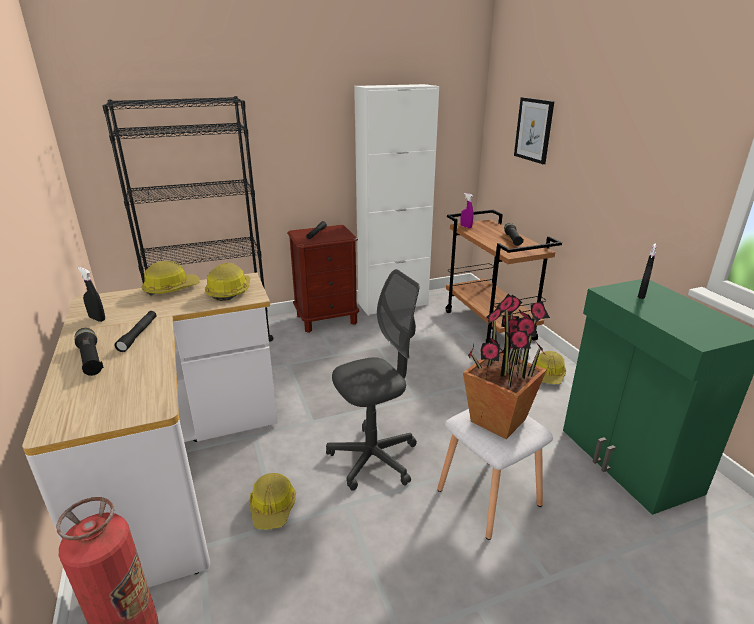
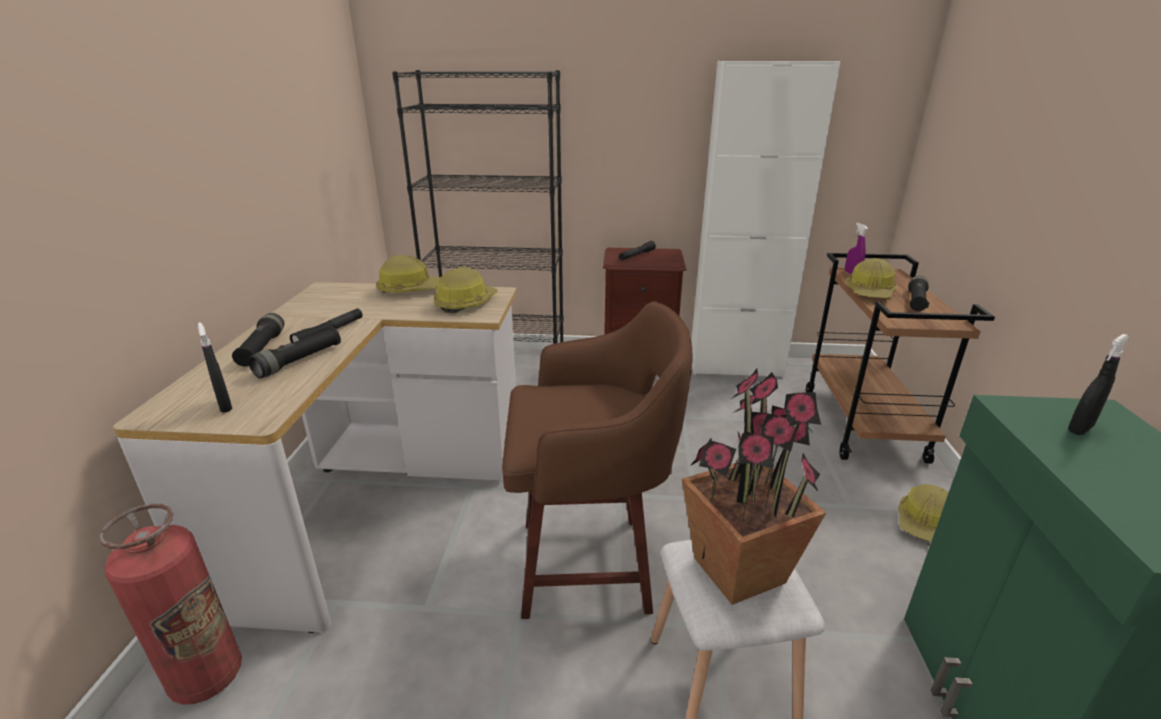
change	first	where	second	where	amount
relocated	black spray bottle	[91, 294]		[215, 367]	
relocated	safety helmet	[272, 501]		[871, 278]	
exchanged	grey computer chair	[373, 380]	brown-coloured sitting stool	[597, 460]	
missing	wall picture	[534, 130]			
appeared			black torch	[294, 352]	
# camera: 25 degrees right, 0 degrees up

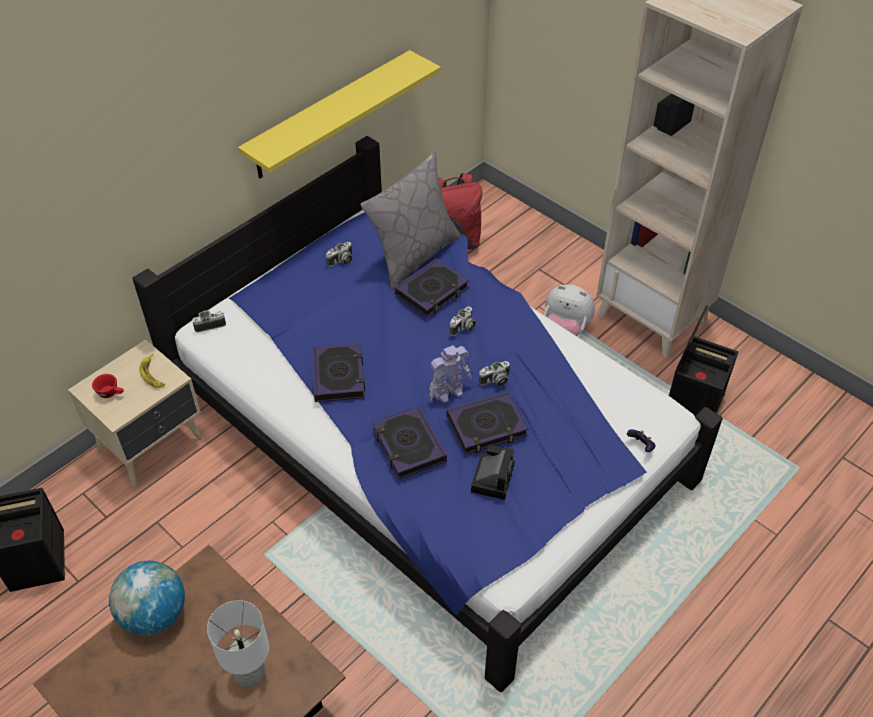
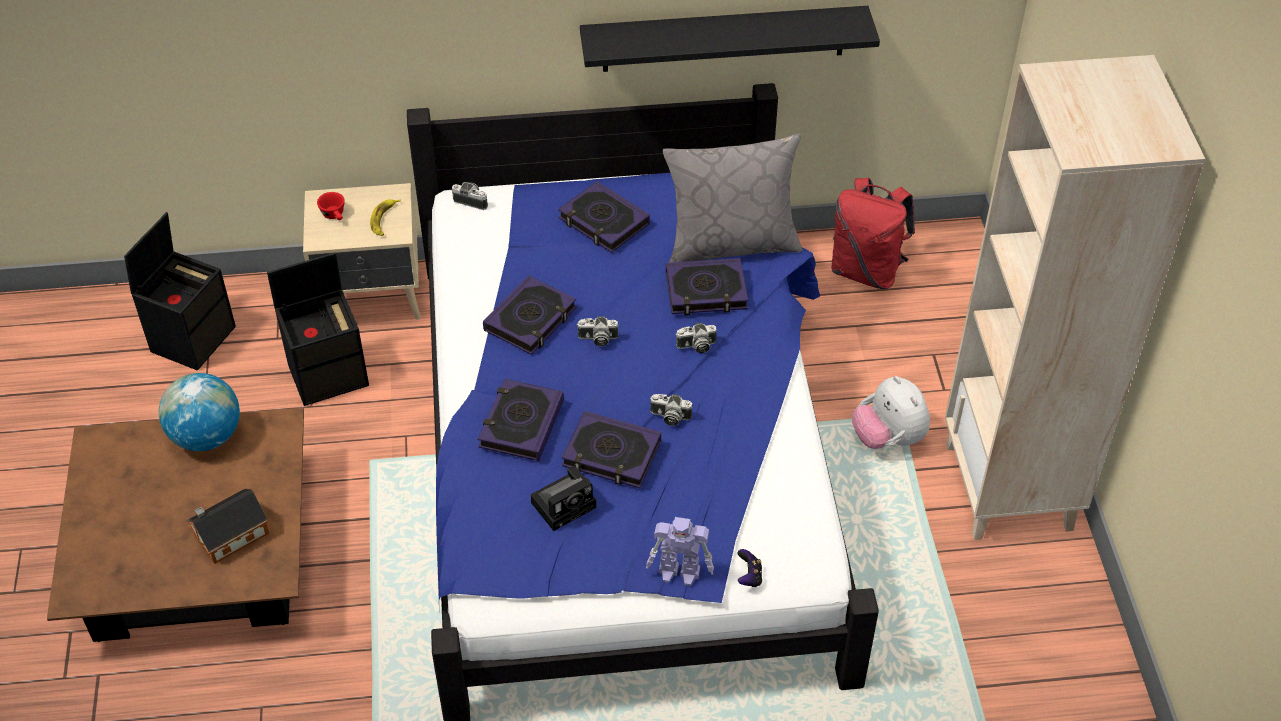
change	first	where	second	where	amount
exchanged	whitish lamp for a table	[238, 643]	miniature house	[227, 526]	
colour	yellow-coloured bracket shelf	[339, 114]	black bracket shelf	[730, 39]	
relocated	still camera	[339, 254]		[597, 331]	
relocated	model robot	[450, 374]		[680, 551]	
relocated	black storage box	[703, 360]		[318, 329]	
appeared			book	[604, 217]	
# camera: 40 degrees right, 0 degrees up

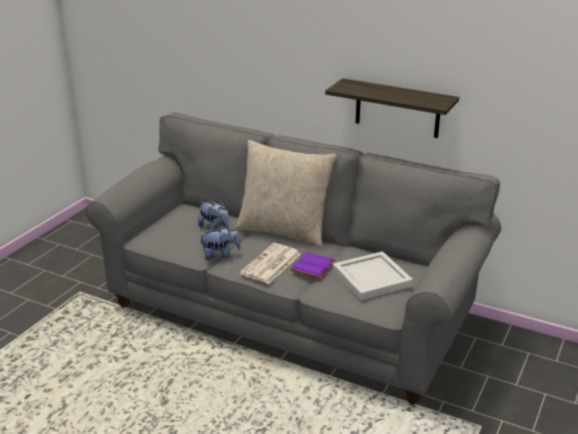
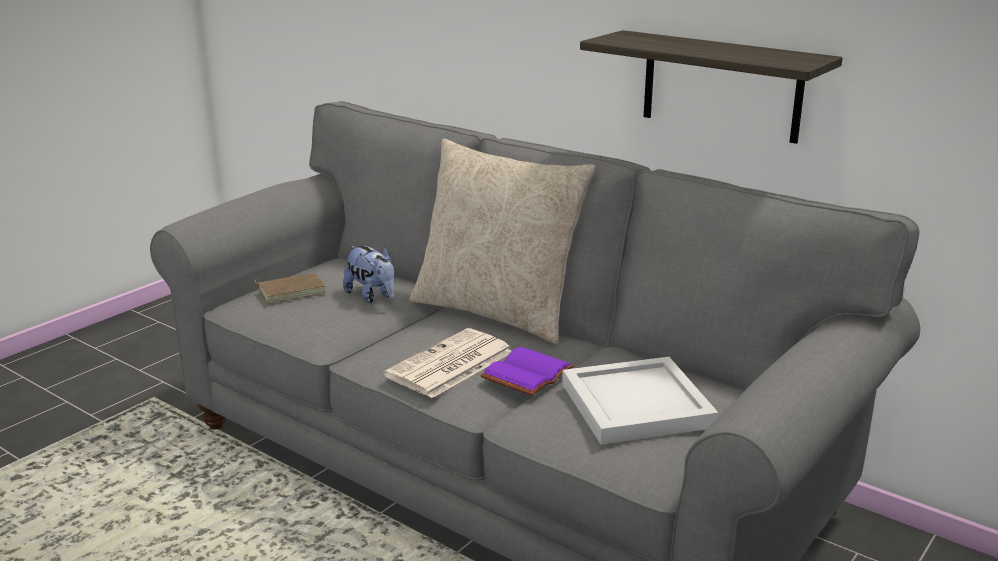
change	first	where	second	where	amount
missing	plush toy	[219, 242]			
appeared			brown-coloured book	[290, 288]	
# camera: 10 degrees right, 5 degrees down

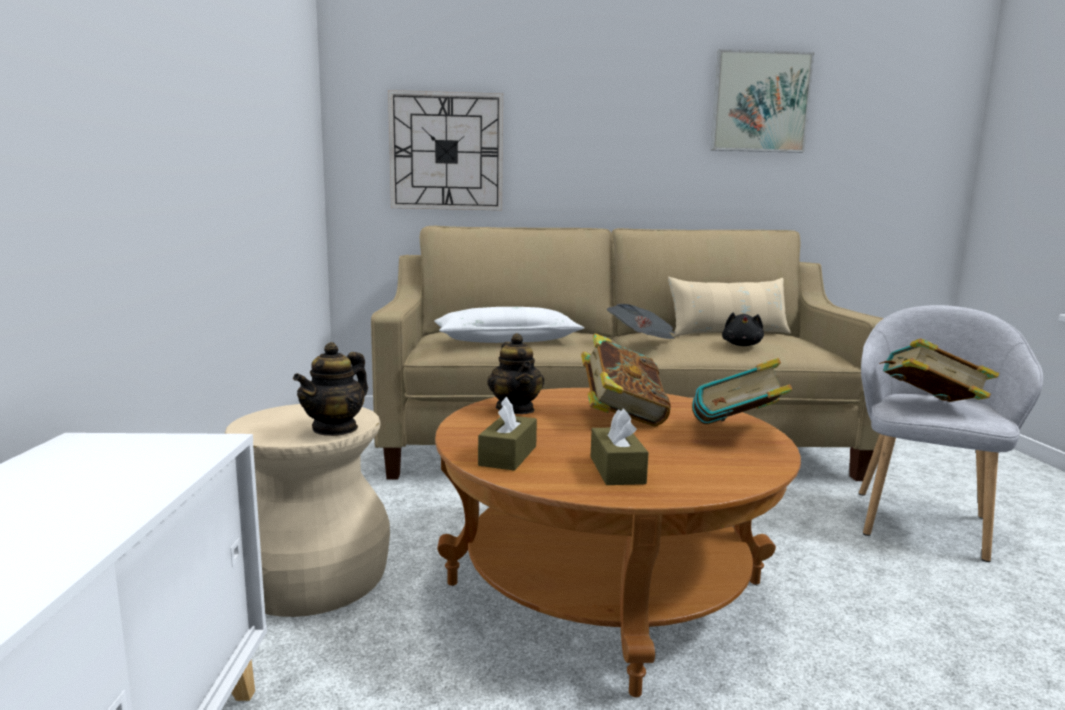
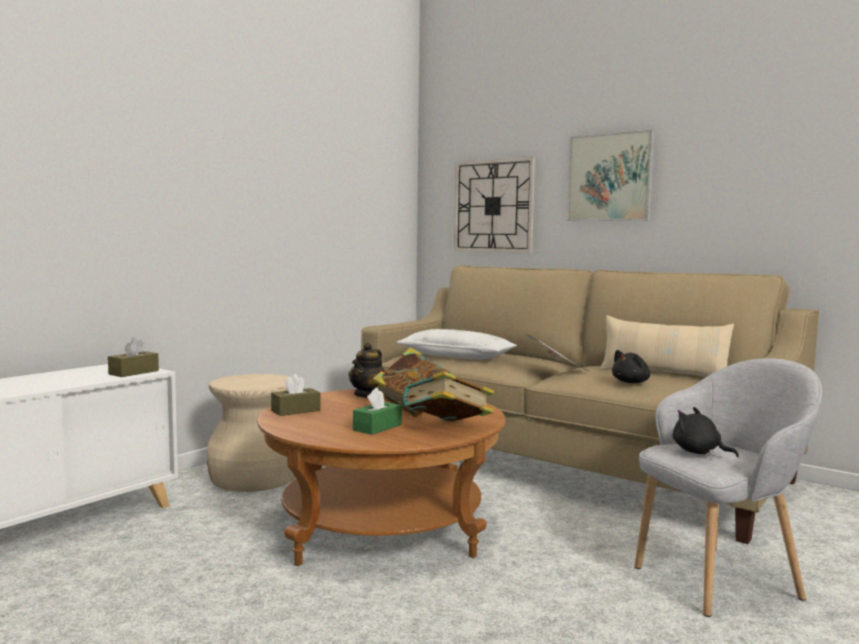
change	first	where	second	where	amount
missing	pot for tea	[330, 389]			
relocated	brown-coloured box of tissues	[619, 447]		[133, 357]	
relocated	wall picture	[762, 101]		[610, 175]	
exchanged	book	[939, 370]	black plush toy	[706, 432]	
appeared			green box of tissues	[377, 411]	
# camera: 40 degrees right, 5 degrees down

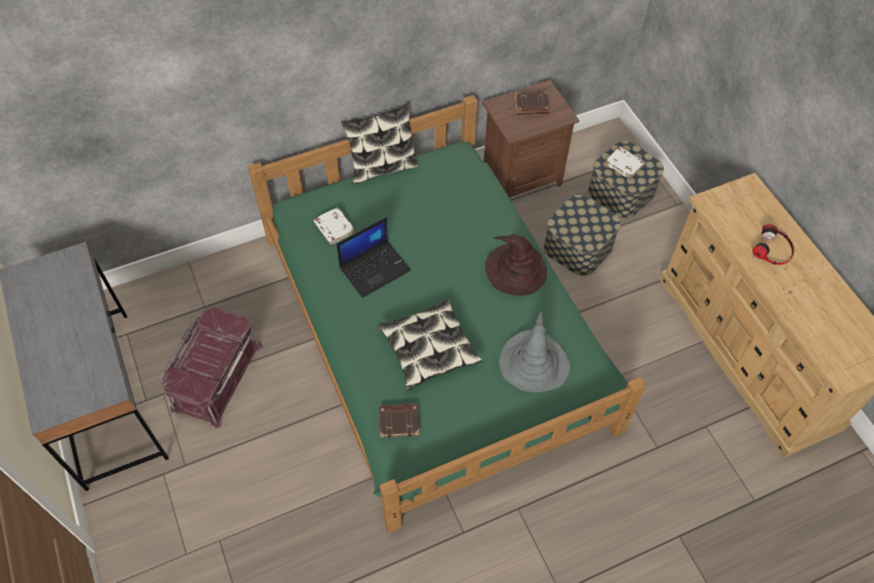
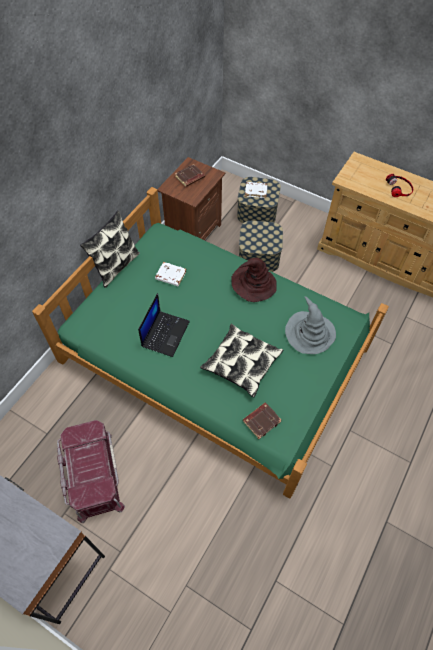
change	first	where	second	where	amount
relocated	whitish book	[334, 225]		[171, 274]	
# camera: 35 degrees left, 0 degrees up

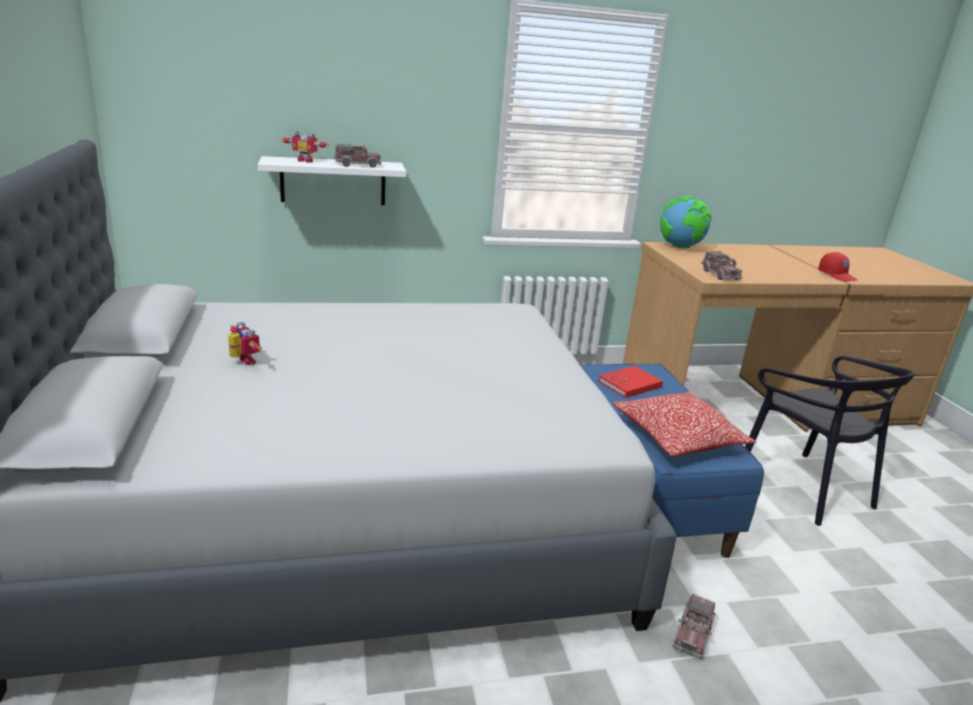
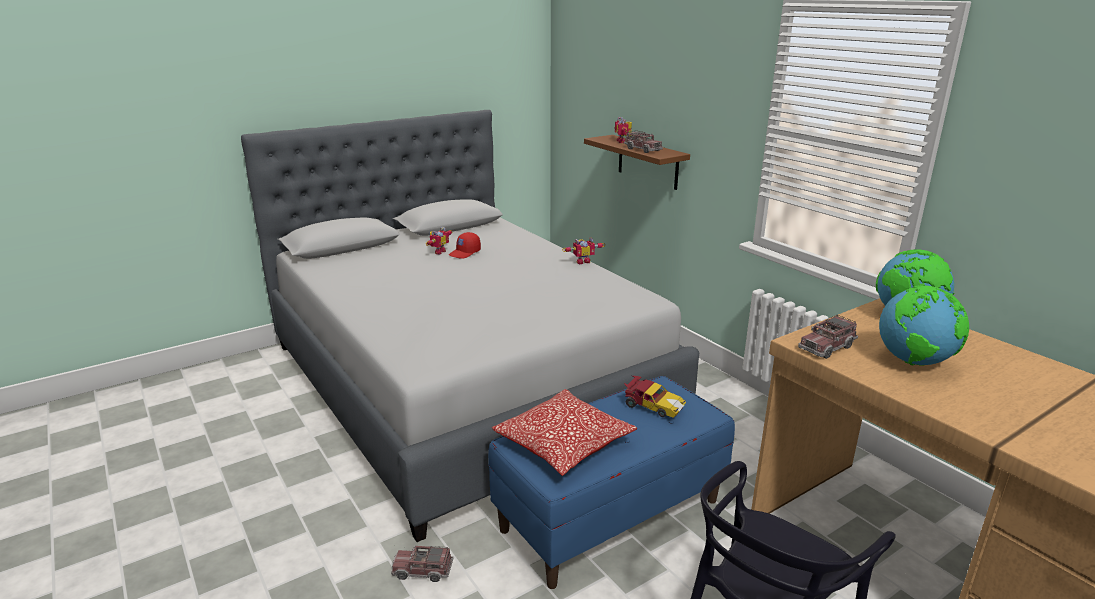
change	first	where	second	where	amount
colour	whitish bracket shelf	[332, 180]	brown-coloured bracket shelf	[637, 162]	
exchanged	reddish book	[630, 382]	toy car	[655, 397]	
relocated	reddish cap	[838, 266]		[465, 245]	
appeared			model robot	[583, 250]	
appeared			world globe	[924, 325]	
# camera: 70 degrees right, 0 degrees up

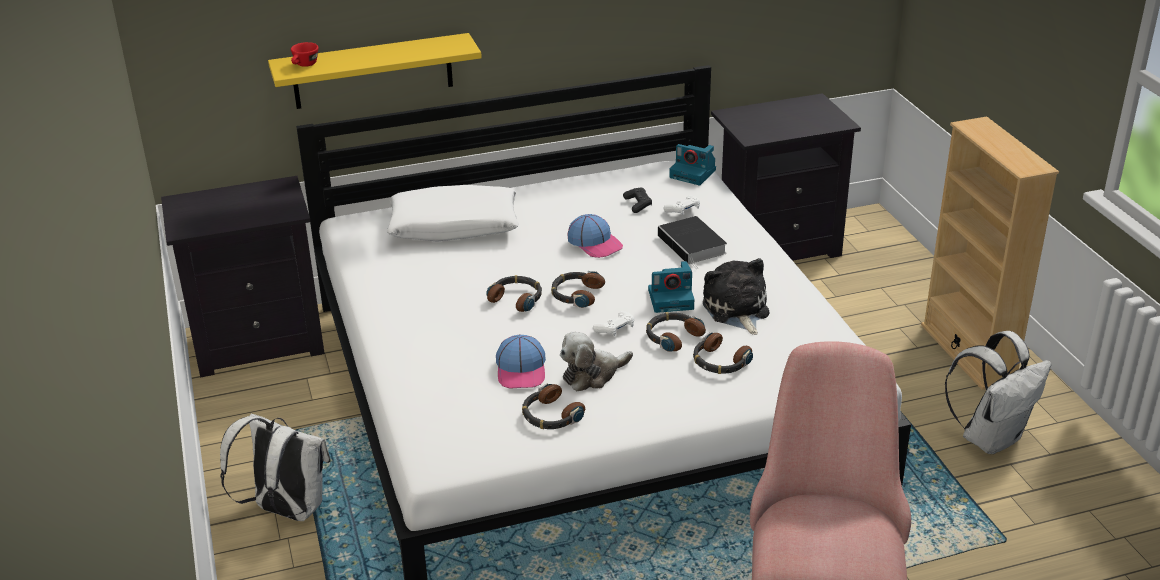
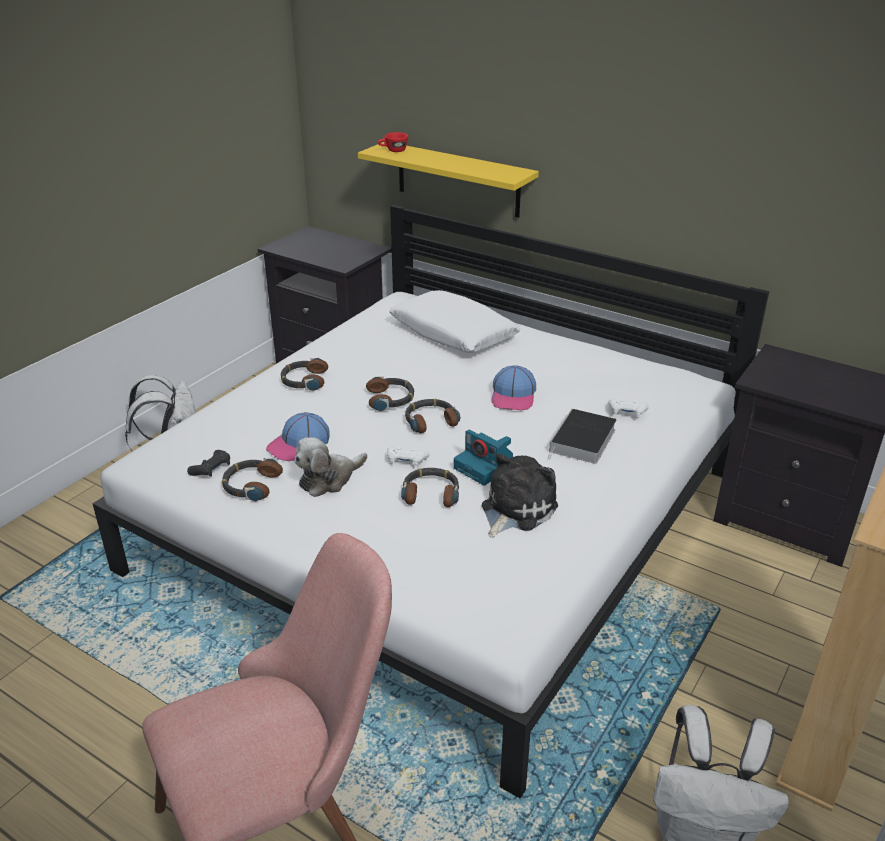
change	first	where	second	where	amount
spun	plush toy	[596, 361]		[330, 467]	60 degrees counterclockwise
relocated	black game controller	[637, 200]		[208, 463]	
missing	still camera	[692, 164]			
relocated	headset	[723, 353]		[304, 374]	
# camera: 50 degrees right, 0 degrees up

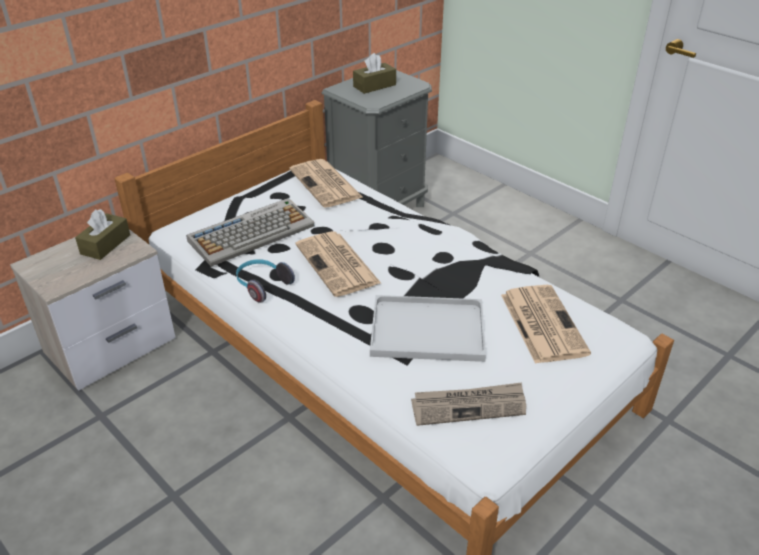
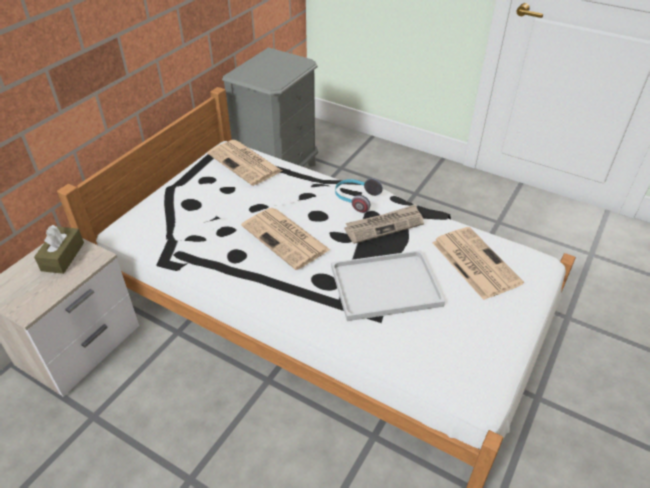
change	first	where	second	where	amount
missing	computer keyboard	[250, 232]			
relocated	headset	[265, 281]		[359, 195]	
missing	brown-coloured box of tissues	[374, 73]			
relocated	newspaper	[468, 404]		[384, 224]	
# camera: 15 degrees left, 5 degrees up

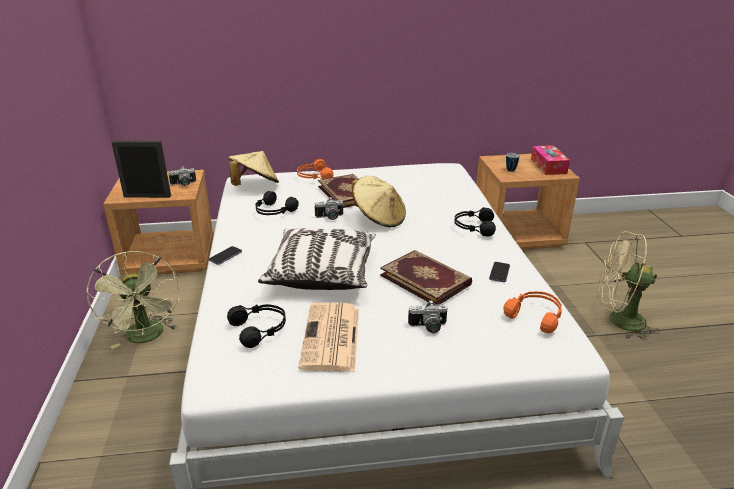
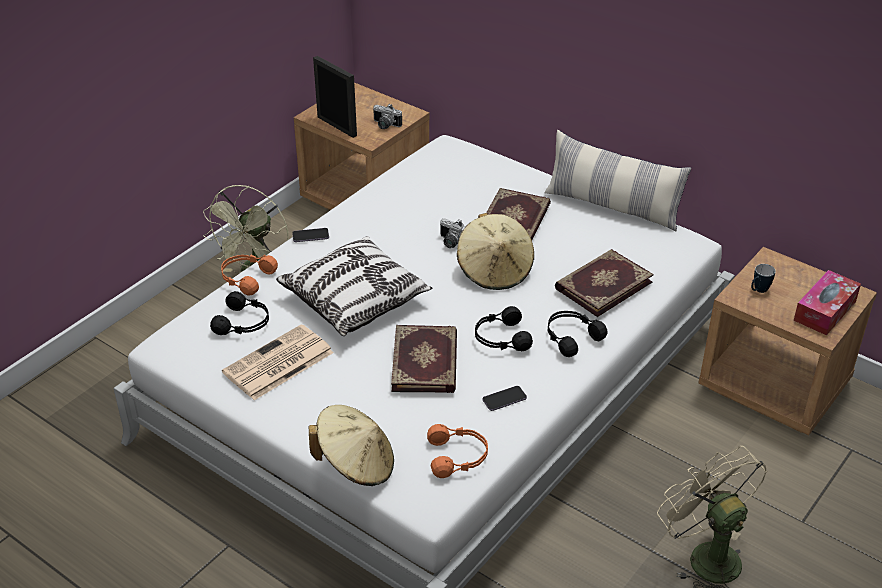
change	first	where	second	where	amount
relocated	beige-coloured wearable hat	[253, 168]		[351, 445]	
relocated	black headset	[277, 203]		[504, 328]	
relocated	orangey headset	[315, 169]		[249, 275]	
missing	still camera	[428, 316]			
appeared			pillow	[617, 180]	
appeared			book	[604, 283]	
# camera: 45 degrees right, 10 degrees up

